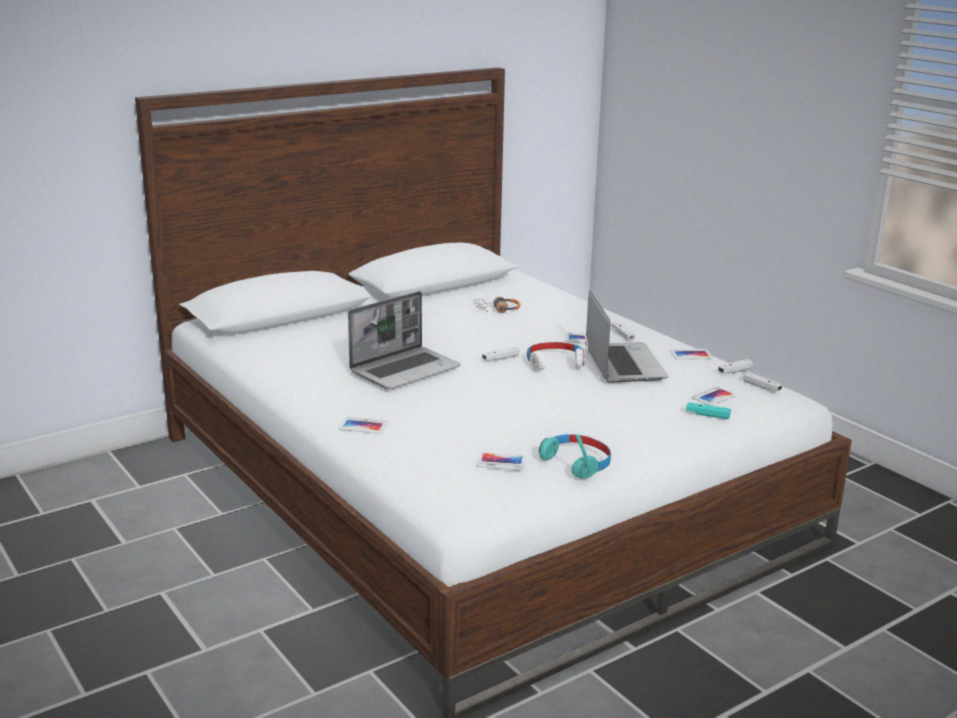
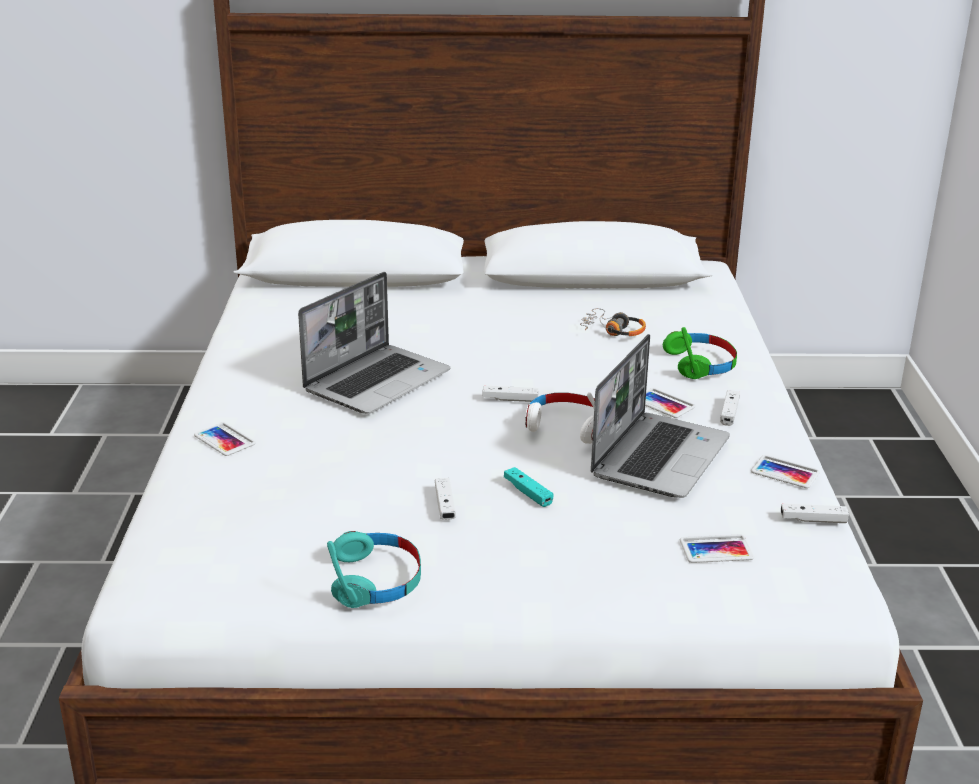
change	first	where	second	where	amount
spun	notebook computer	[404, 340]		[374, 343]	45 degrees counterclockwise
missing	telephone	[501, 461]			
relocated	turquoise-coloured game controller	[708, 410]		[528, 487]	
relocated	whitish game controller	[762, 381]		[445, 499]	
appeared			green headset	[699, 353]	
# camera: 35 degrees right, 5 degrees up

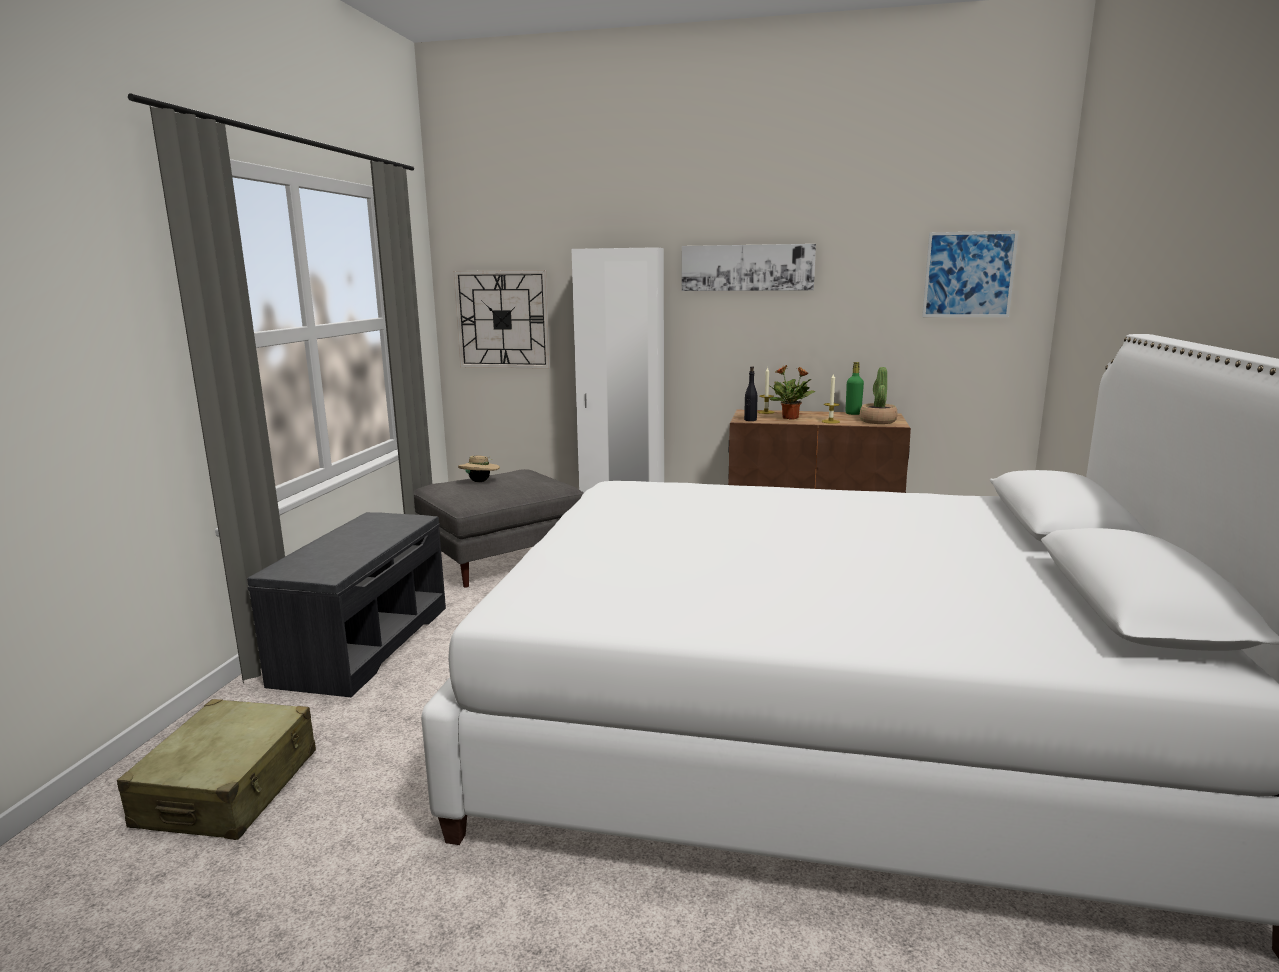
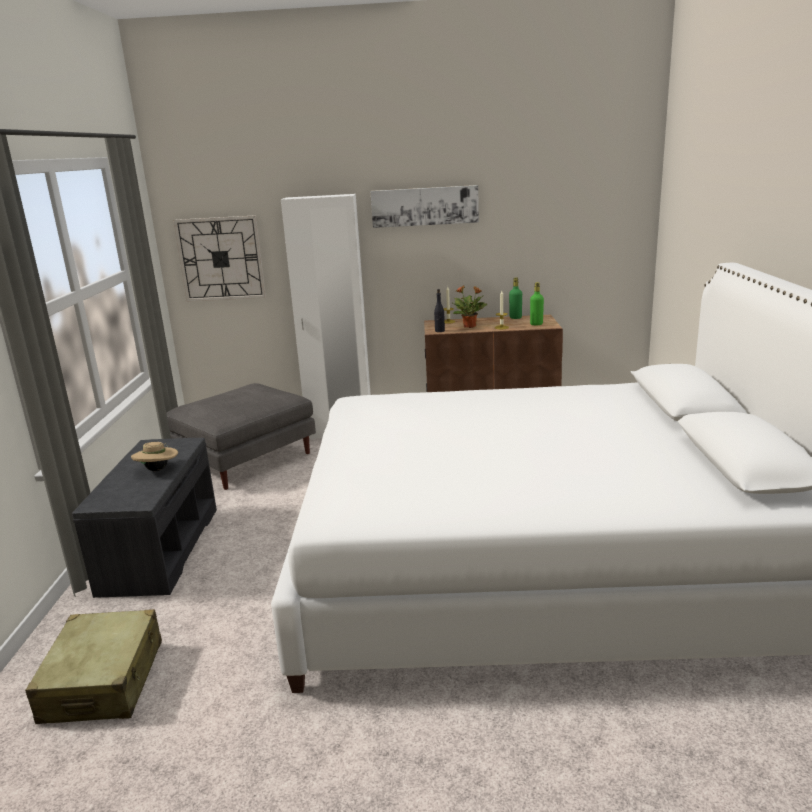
change	first	where	second	where	amount
relocated	beige-coloured wearable hat	[479, 469]		[154, 456]	
exchanged	houseplant	[879, 395]	green bottle	[537, 303]	
missing	wall picture	[970, 274]			
# camera: 10 degrees left, 5 degrees up

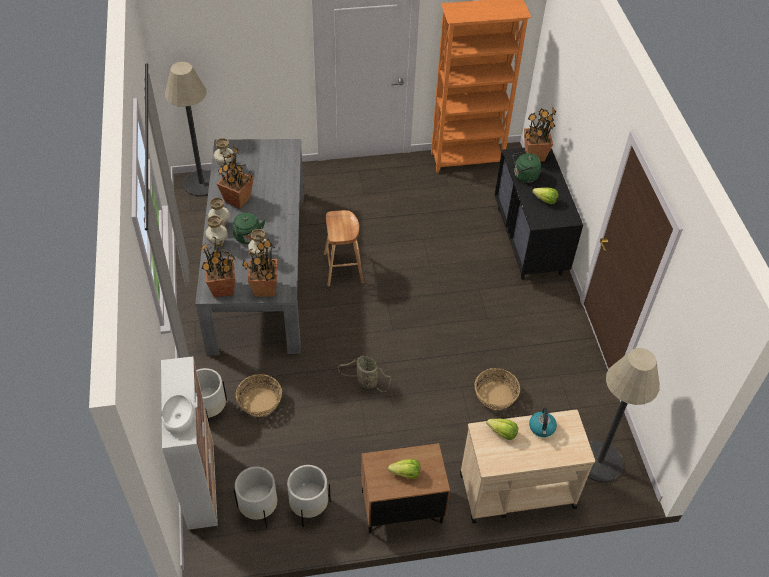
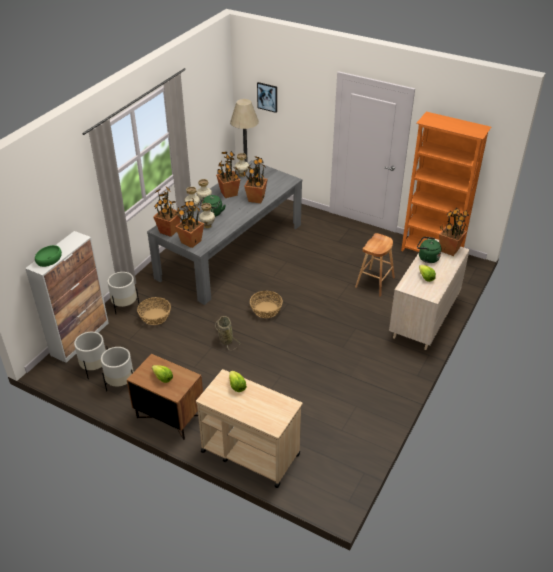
change	first	where	second	where	amount
colour	whitish bowl	[177, 414]	green bowl	[48, 256]	
relocated	brown-coloured sitting stool	[344, 248]		[375, 265]	
relocated	household basket	[497, 389]		[266, 304]	
colour	black dresser	[539, 214]	beige-coloured dresser	[429, 294]	
missing	kettle	[543, 422]			
missing	standing lamp	[624, 415]			
appeared			houseplant	[255, 179]	
appeared			wall picture	[267, 97]	
# camera: 40 degrees right, 10 degrees down

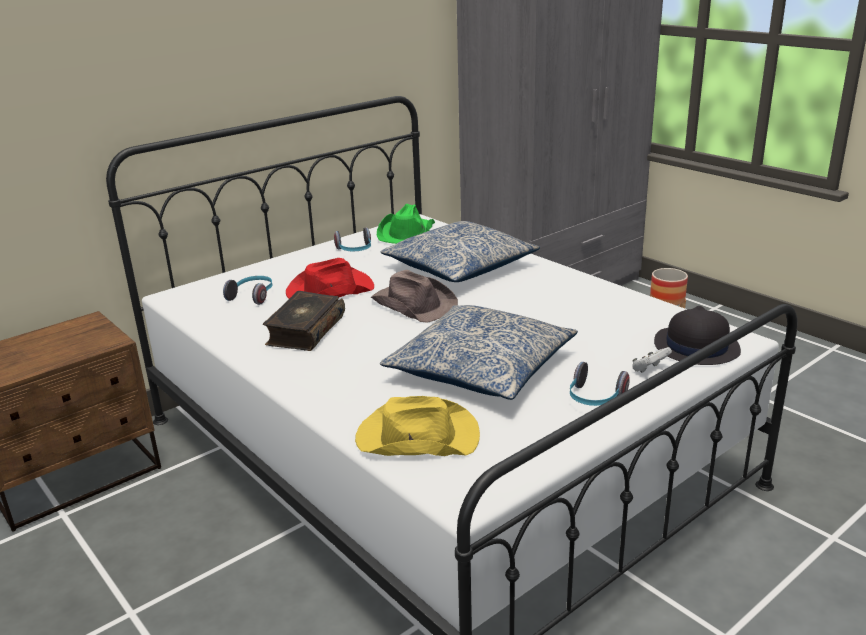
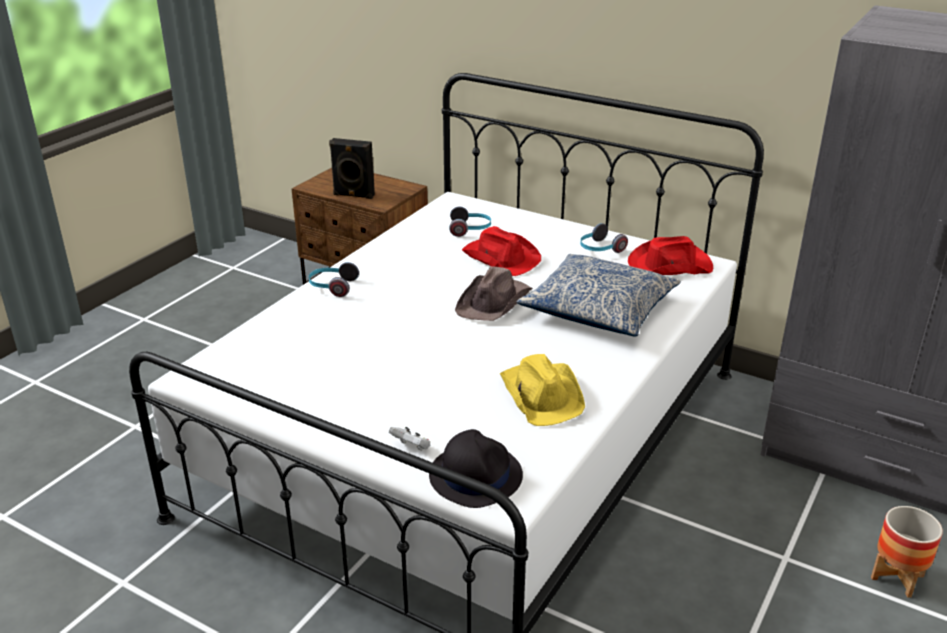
change	first	where	second	where	amount
missing	book	[304, 321]			
relocated	yellow-coloured wearable hat	[417, 426]		[542, 390]	
colour	green wearable hat	[406, 224]	reddish wearable hat	[670, 255]	
missing	pillow	[479, 352]			
relocated	headset	[600, 384]		[334, 279]	
appeared			black audio speaker	[352, 168]	
# camera: 70 degrees right, 5 degrees up

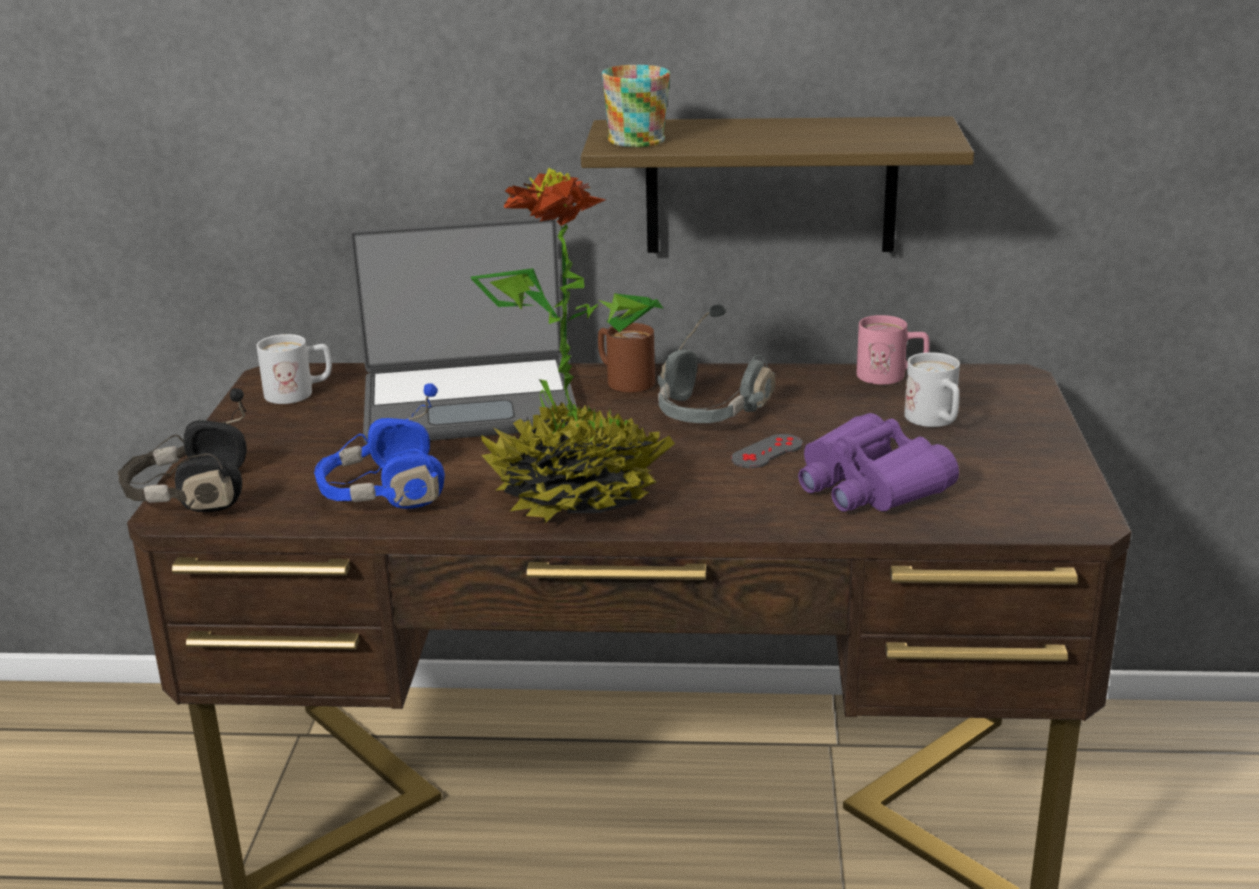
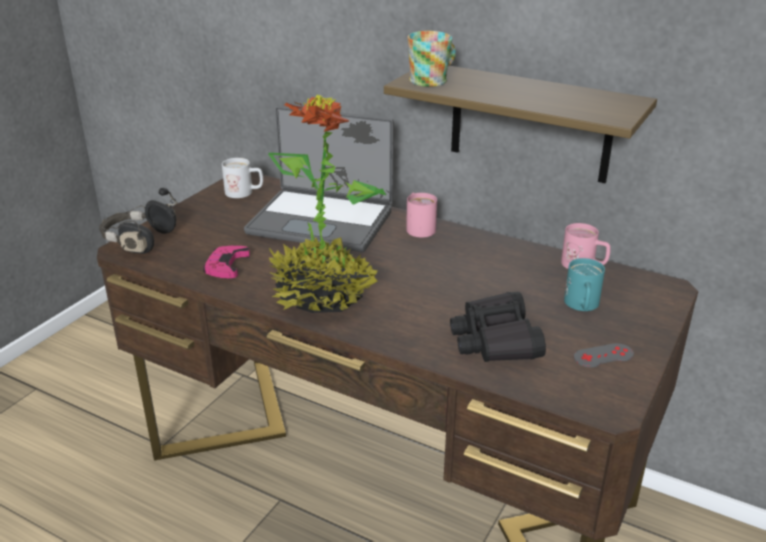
change	first	where	second	where	amount
exchanged	bluish headset	[379, 446]	pinkish game controller	[226, 261]	
colour	brown-coloured mug	[626, 357]	pinkish mug	[421, 215]	
missing	grey headset	[716, 363]			
relocated	grey game controller	[767, 451]		[604, 355]	
colour	purple field glasses	[878, 462]	black field glasses	[498, 327]	
colour	whitish mug	[932, 389]	turquoise-coloured mug	[584, 284]	
# camera: 25 degrees right, 5 degrees up

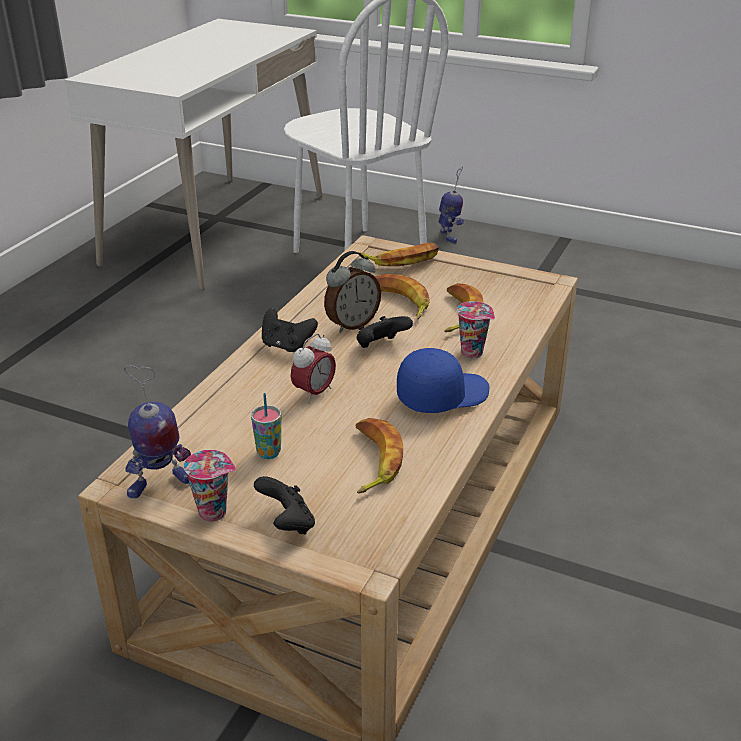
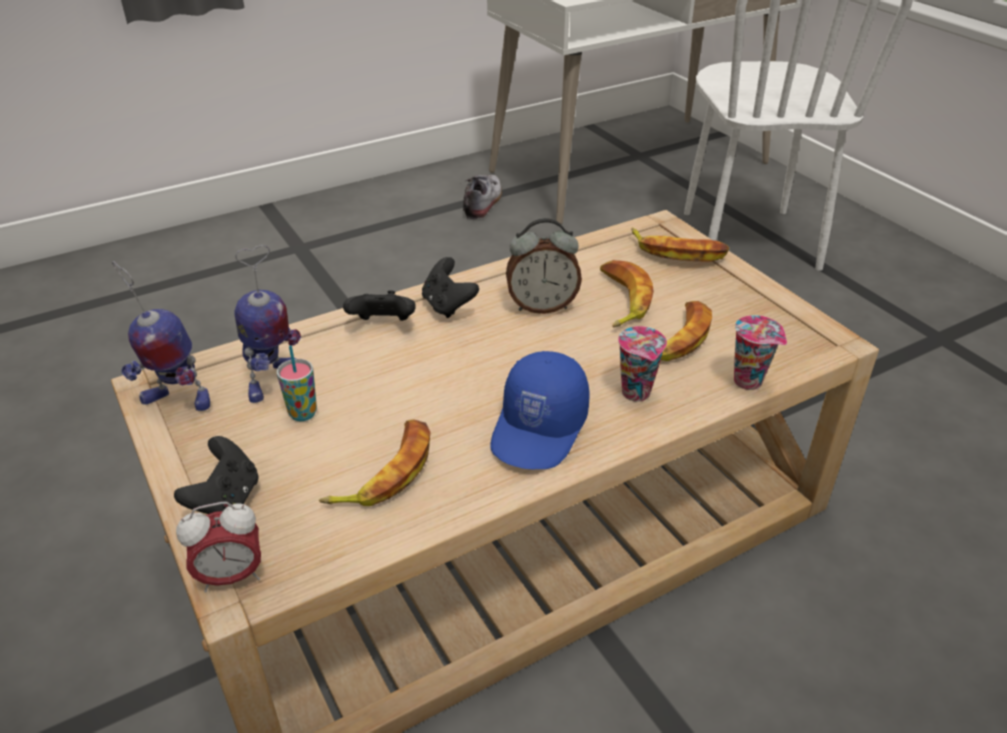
change	first	where	second	where	amount
relocated	drinking cup	[210, 486]		[760, 352]	
relocated	bedside clock	[313, 368]		[218, 547]	
relocated	black game controller	[385, 332]		[379, 305]	
spun	bluish cap	[443, 380]		[540, 410]	105 degrees clockwise
relocated	model robot	[451, 205]		[267, 324]	
appeared			shoe	[482, 196]	
# camera: 35 degrees right, 5 degrees up

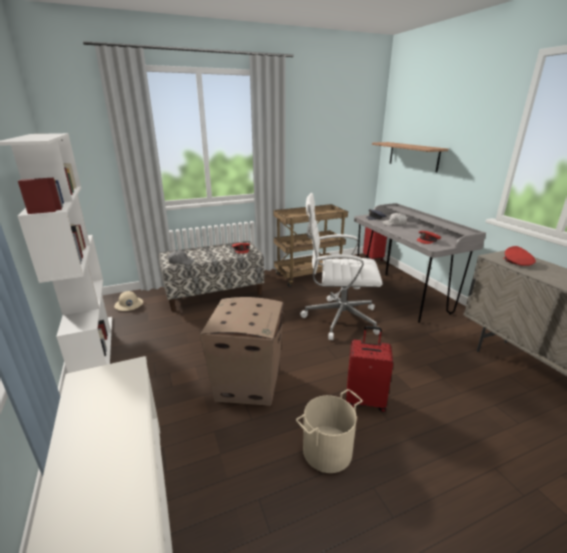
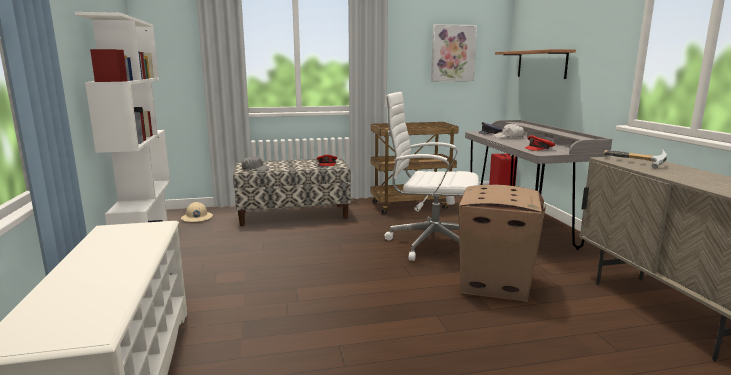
change	first	where	second	where	amount
relocated	packing box	[242, 351]		[502, 243]	
missing	beige-coloured water bucket	[329, 431]			
missing	reddish suitcase	[369, 369]			
exchanged	reddish cap	[519, 256]	hand hammer	[635, 159]	
appeared			wall picture	[454, 53]	
# camera: 10 degrees right, 10 degrees down

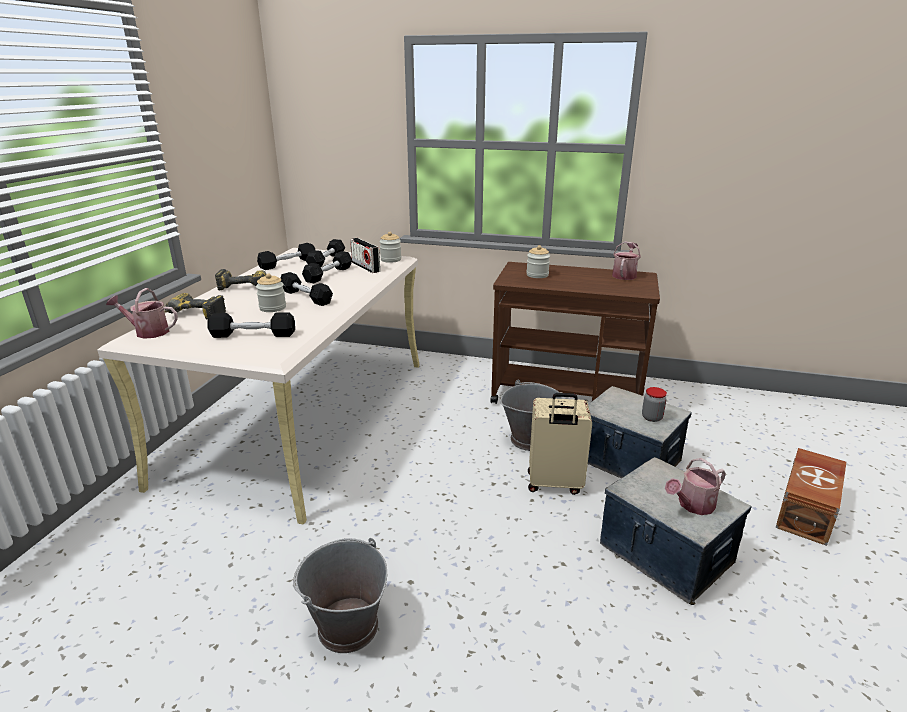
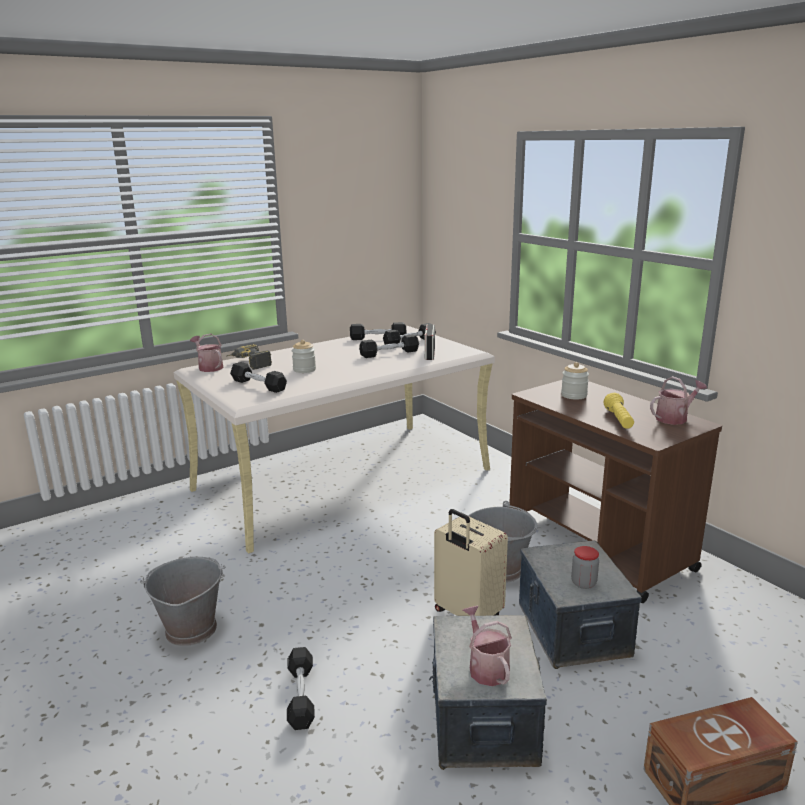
change	first	where	second	where	amount
missing	power drill	[240, 279]			
relocated	black free weight	[307, 289]		[301, 688]	
missing	preserve jar	[390, 247]			
spun	sprinkling can	[695, 486]		[487, 646]	60 degrees clockwise
appeared			yellow-coloured torch	[619, 411]	
# camera: 40 degrees right, 5 degrees down

